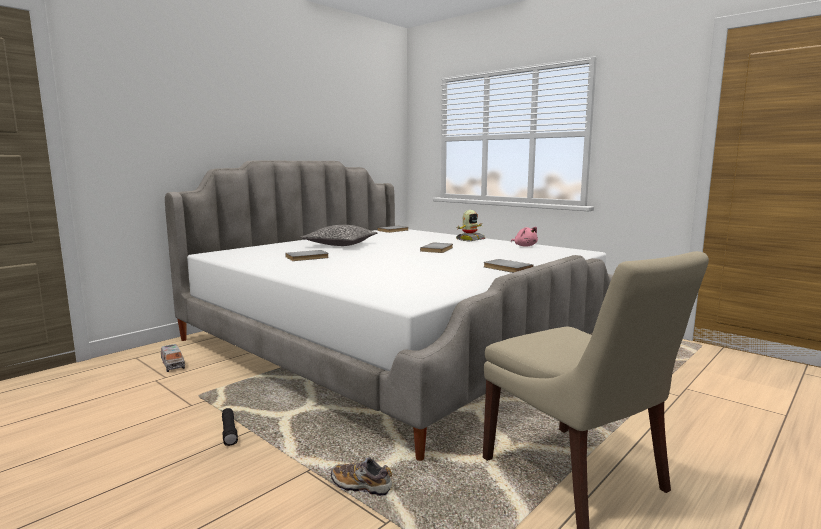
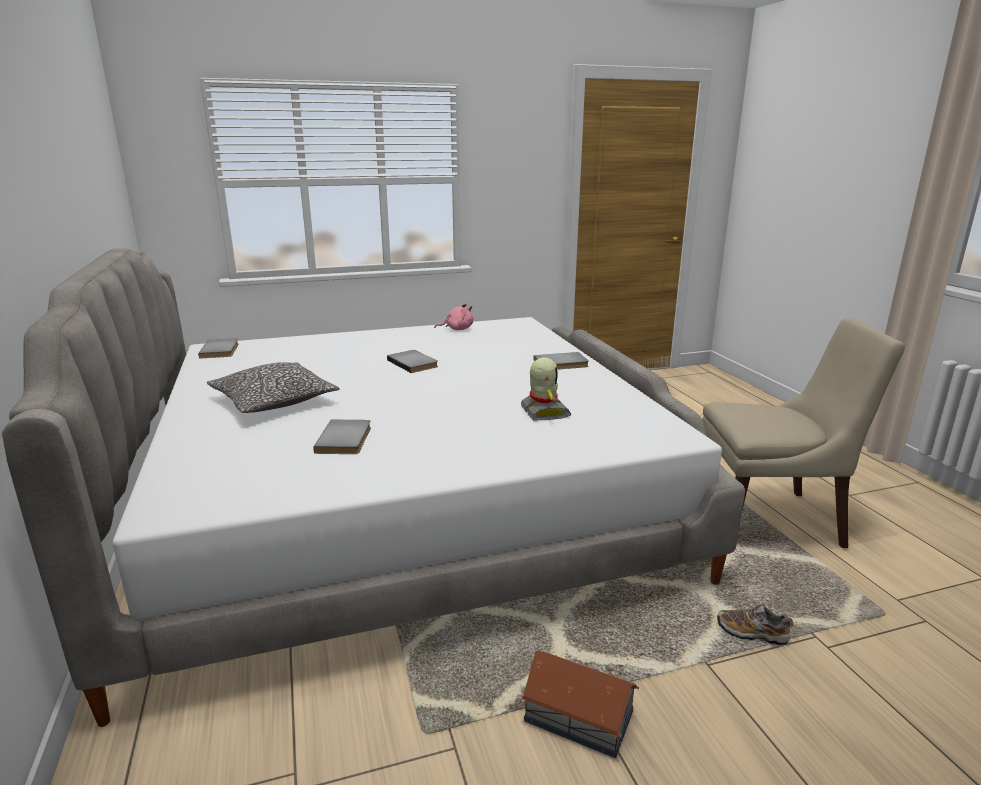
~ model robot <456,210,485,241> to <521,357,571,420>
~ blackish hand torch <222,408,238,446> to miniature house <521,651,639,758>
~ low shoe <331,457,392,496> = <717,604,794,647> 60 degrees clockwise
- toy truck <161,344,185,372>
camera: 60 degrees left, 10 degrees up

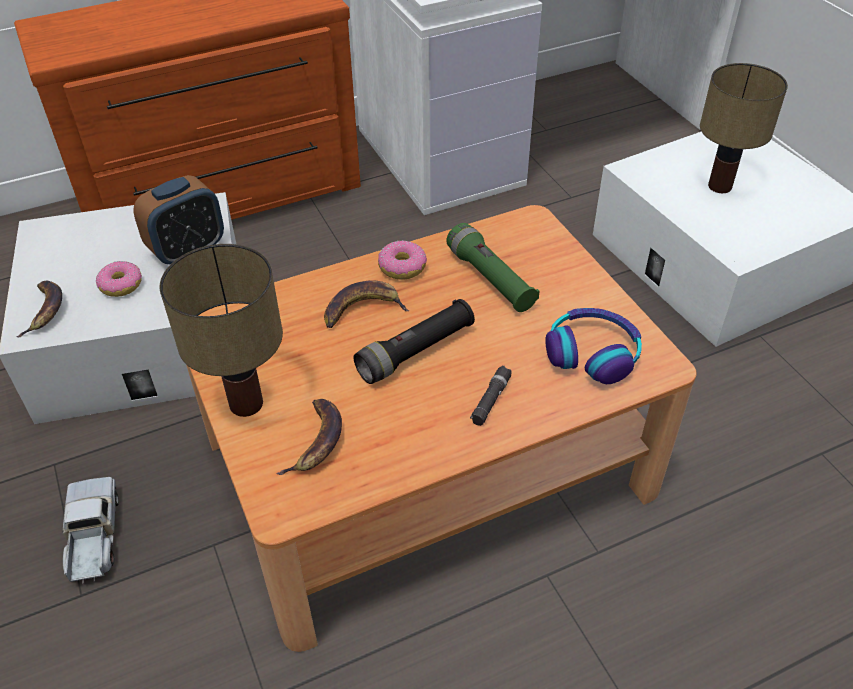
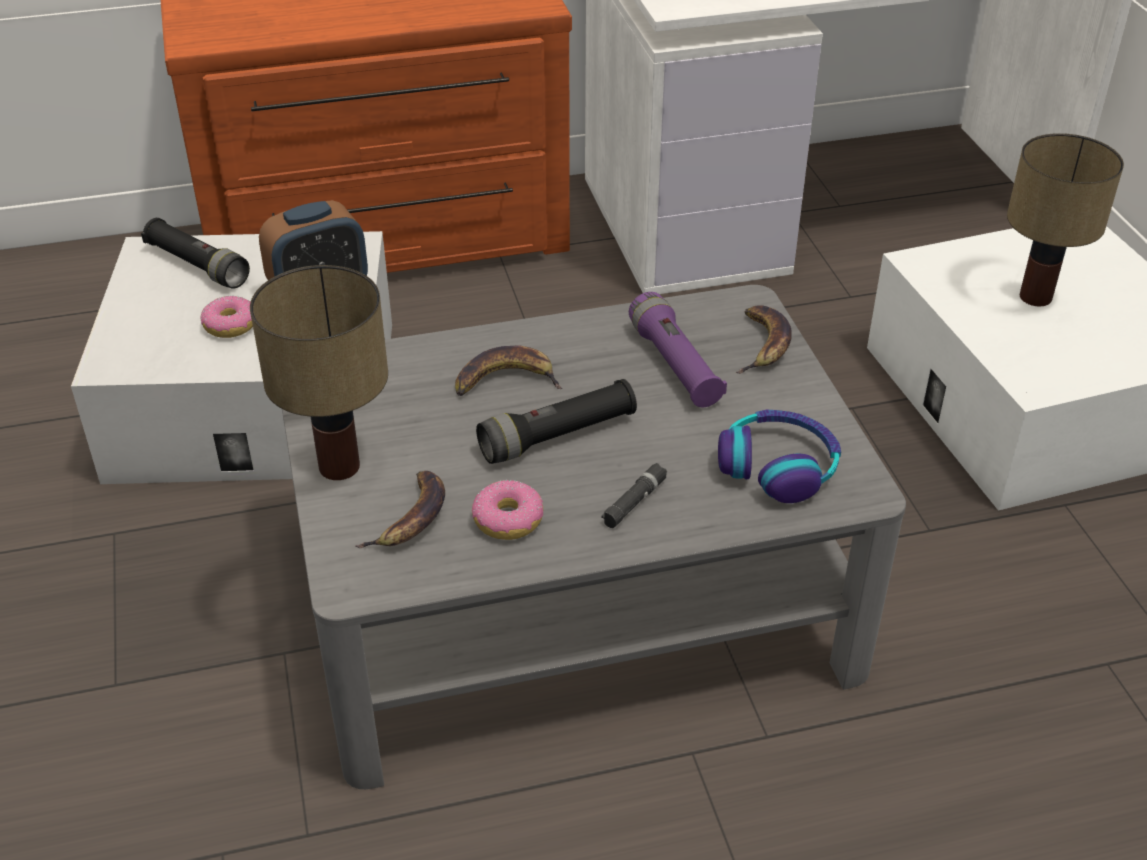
+ blackish hand torch <141,218,250,289>
~ brown-coloured low table <186,205,697,652> to greyish low table <282,285,906,789>
~ doughnut <378,240,427,279> to <472,480,543,540>
~ green hand torch <446,223,540,312> to purple-coloured hand torch <629,292,727,407>
~ whole banana <17,281,62,337> to <736,305,792,374>
- toy truck <62,477,119,584>
camera: 10 degrees right, 5 degrees down

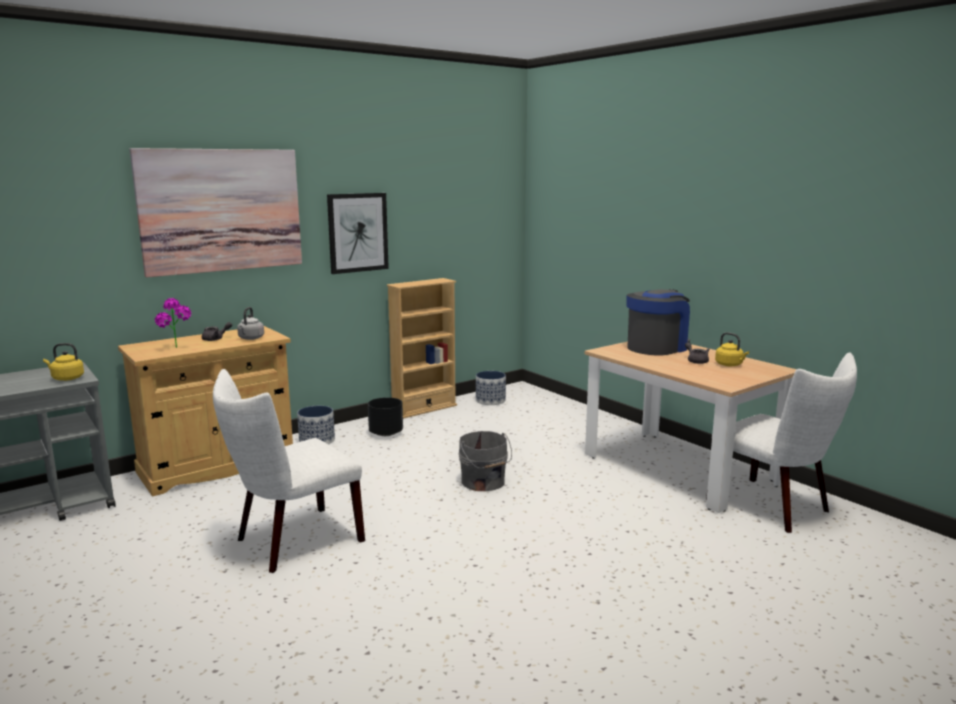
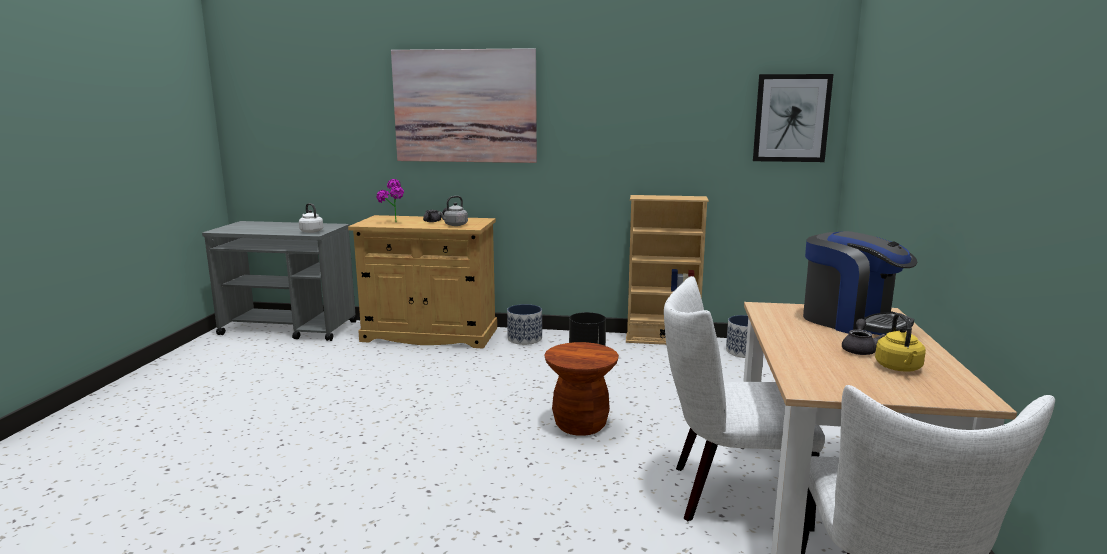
~ yellow-coloured tea kettle <43,343,84,381> to white tea kettle <299,203,323,233>
~ greyish pail <459,431,512,491> to brown-coloured sitting stool <544,342,619,436>
~ white plain chair <213,369,365,573> to <664,276,825,532>
~ picture <327,193,389,274> to <753,74,833,162>
~ coffee maker <627,289,690,356> = <803,231,917,335> 45 degrees clockwise
camera: 45 degrees right, 0 degrees up

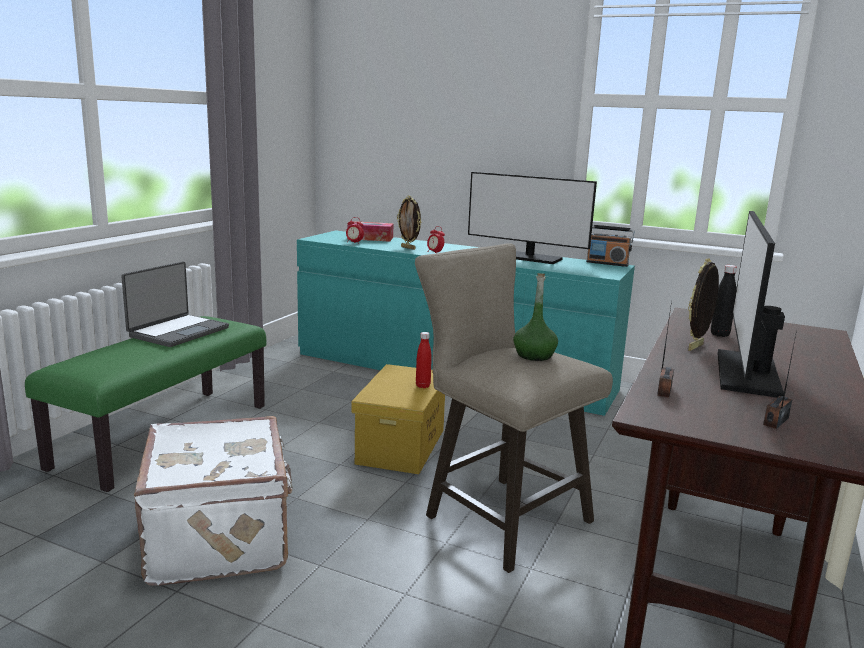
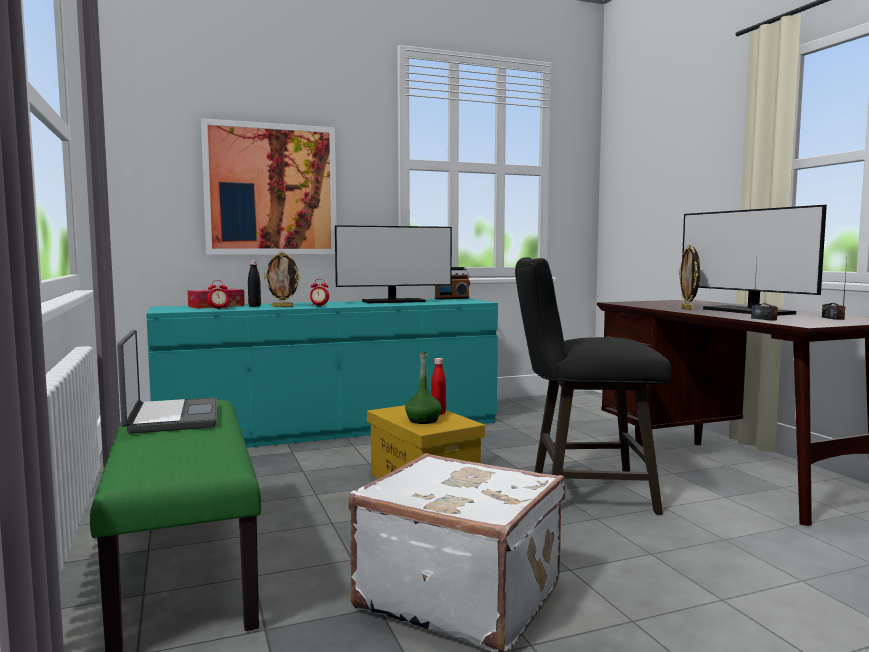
+ picture <201,118,337,255>
~ blackish drink bottle <711,265,737,337> to <248,260,261,307>
~ green drink bottle <513,273,558,361> to <405,352,442,424>
~ beige-coloured sitting stool <415,243,613,573> to blackish sitting stool <515,257,671,515>
camera: 45 degrees left, 10 degrees down

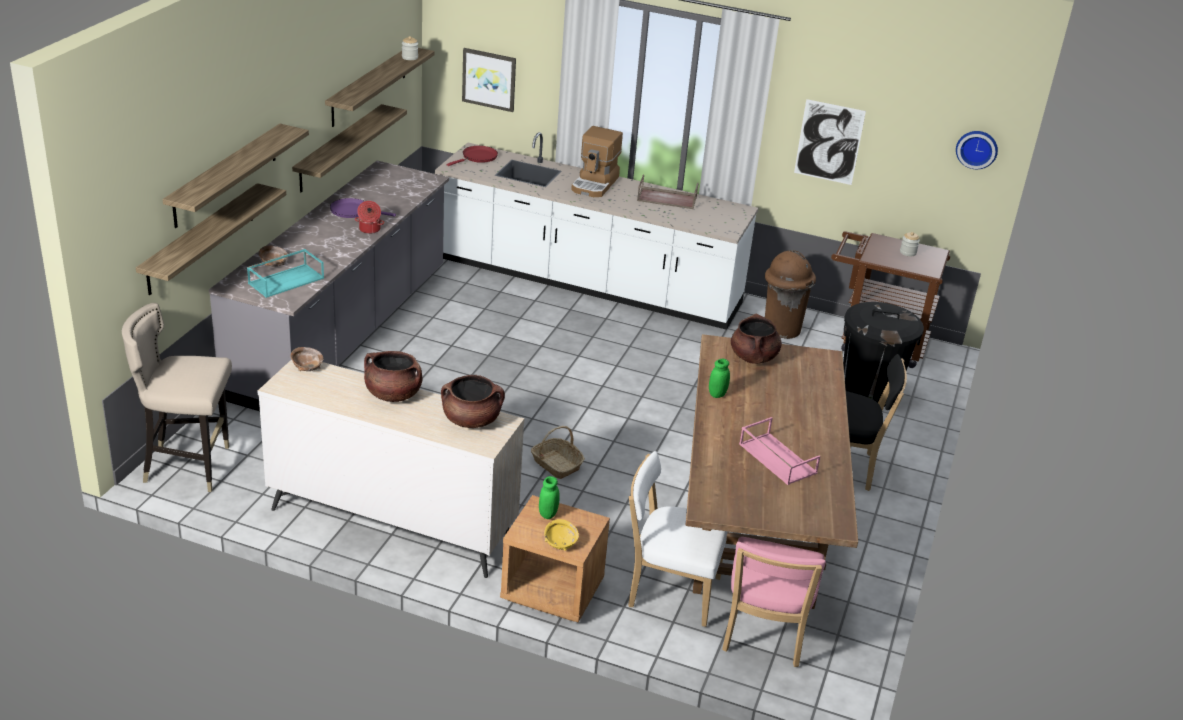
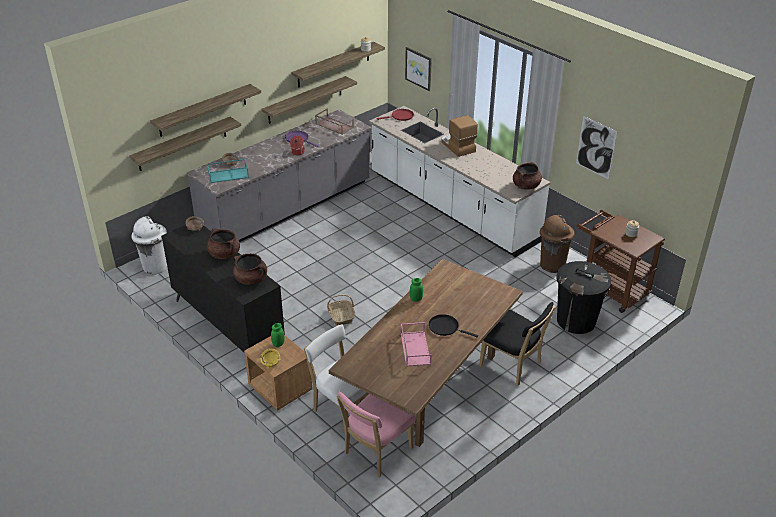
~ beige-coloured sitting stool <122,303,232,492> to white trash can <132,216,167,275>
~ beige-coloured dresser <258,359,525,578> to blackish dresser <161,225,285,352>
~ brown-coloured carrying tray <637,175,699,209> to <315,109,354,135>
+ blackish skillet <429,314,478,337>
~ coffee maker <571,126,623,197> = <441,115,478,157> 105 degrees clockwise
~ brown-coloured saucepot <731,314,782,364> to <513,162,542,190>
- wall clock <956,131,998,169>
camera: 30 degrees right, 5 degrees up

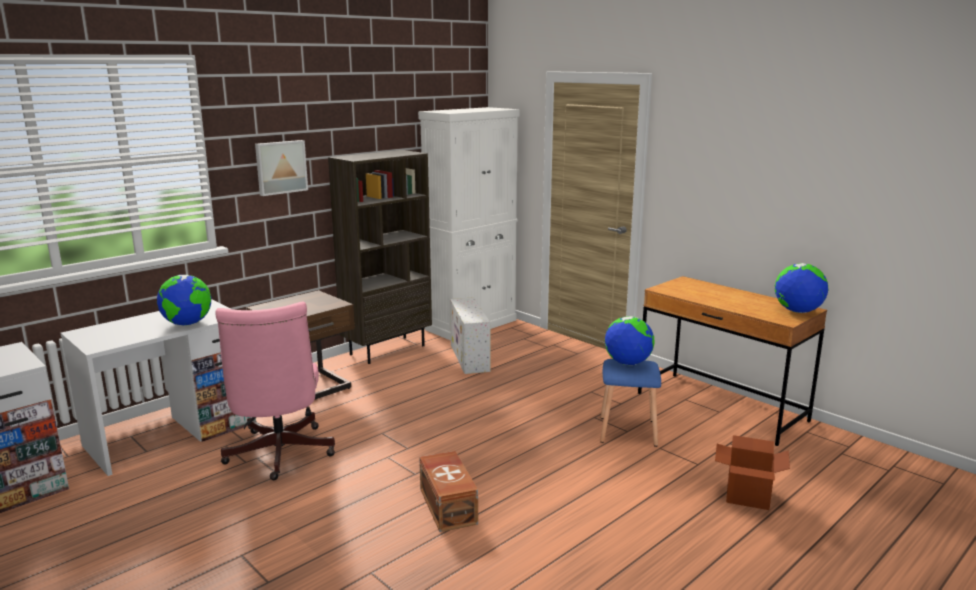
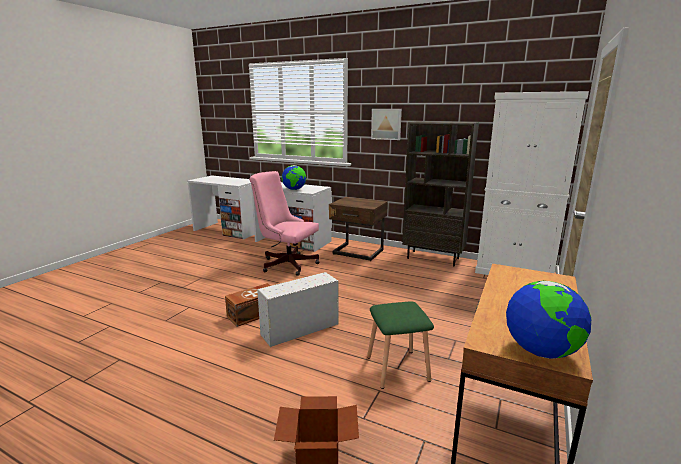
~ pink-coloured desk chair <215,302,335,480> = <249,171,320,276> 60 degrees clockwise
~ white storage container <450,297,491,374> to <257,272,338,347>
~ blue sitting stool <600,359,661,447> to green sitting stool <367,301,434,389>
- world globe <605,316,655,365>
camera: 70 degrees right, 0 degrees up

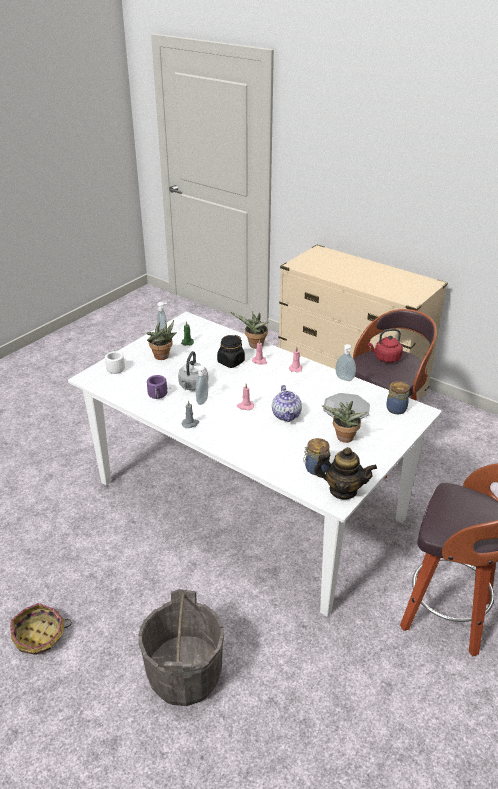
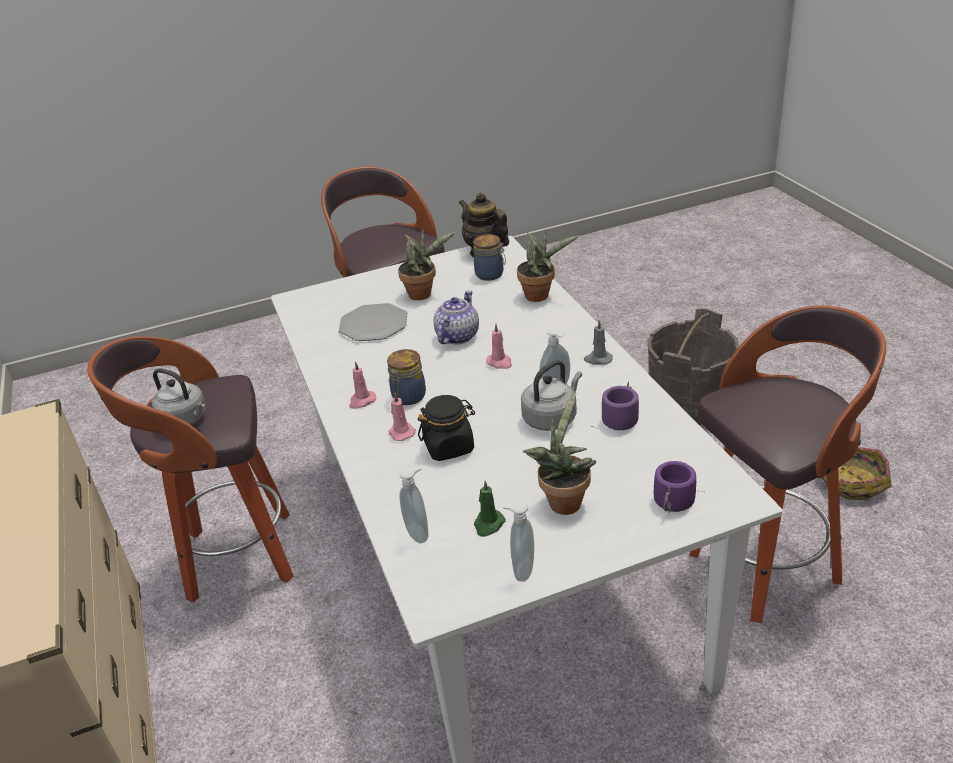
~ reddish tea kettle <368,329,403,363> to greyish tea kettle <152,368,206,425>
~ storage jar <386,381,410,414> to <387,349,426,405>
~ soap dispenser <335,344,356,381> to <399,466,428,543>
~ potted plant <231,311,269,349> to <517,229,579,302>
~ white tea mug <104,349,125,376> to purple-coloured tea mug <654,461,705,512>
+ sitting stool <689,305,886,623>
camera: 145 degrees left, 0 degrees up

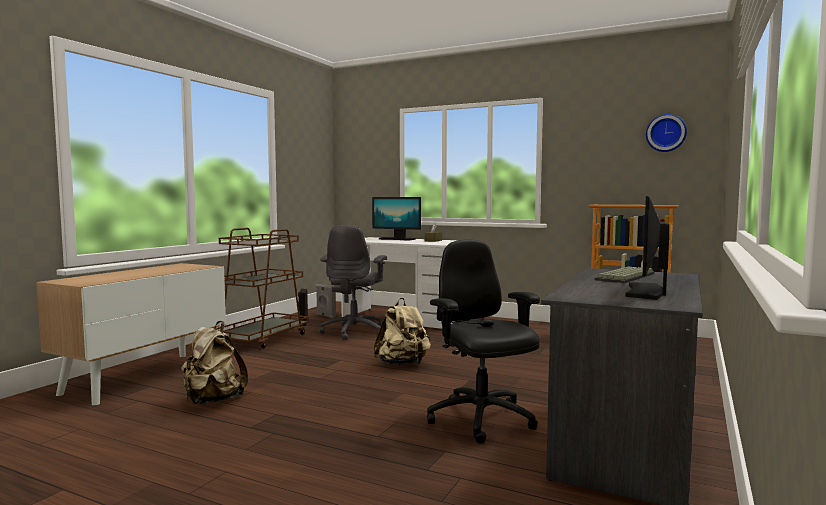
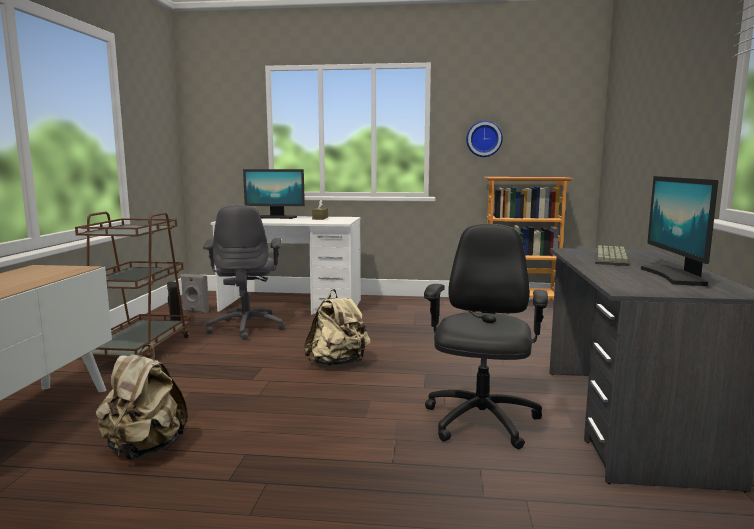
~ blackish desk chair <427,239,540,443> = <424,224,548,449> 60 degrees clockwise
~ wall clock <646,114,687,152> to <466,120,503,157>
camera: 20 degrees left, 5 degrees up

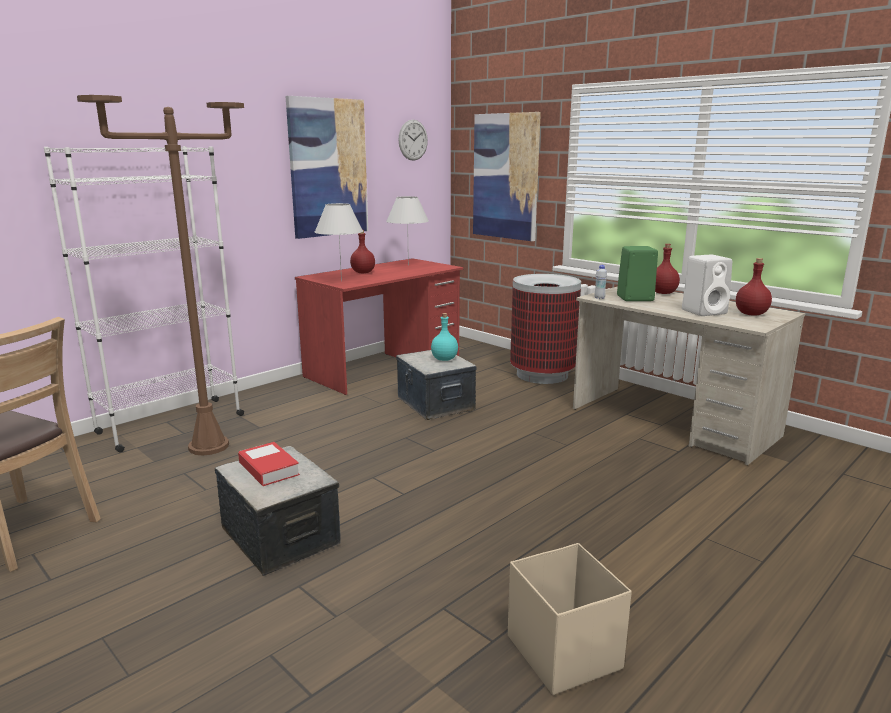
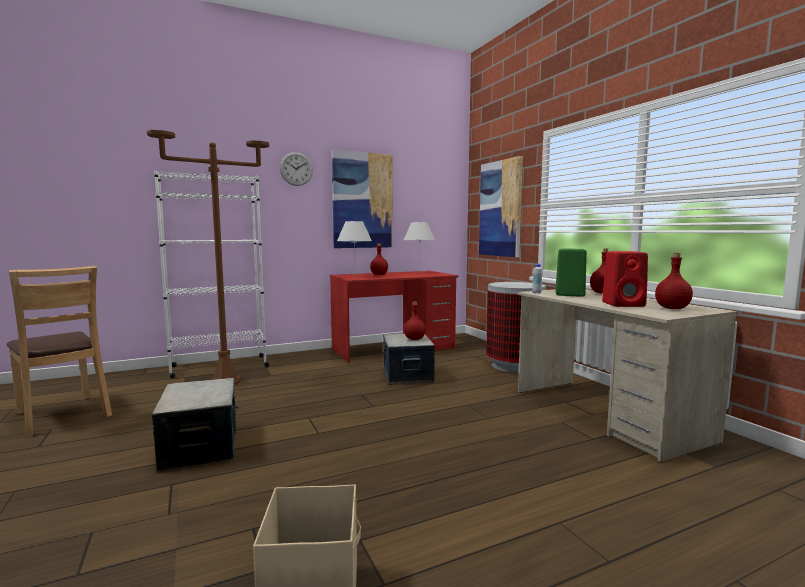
~ wall clock <398,120,428,161> to <280,152,313,186>
~ turquoise drink bottle <431,313,458,361> to reddish drink bottle <404,301,426,340>
~ white loudspeaker <682,254,732,316> to reddish loudspeaker <602,251,648,307>
- bound book <238,442,300,486>
camera: 20 degrees right, 10 degrees down

